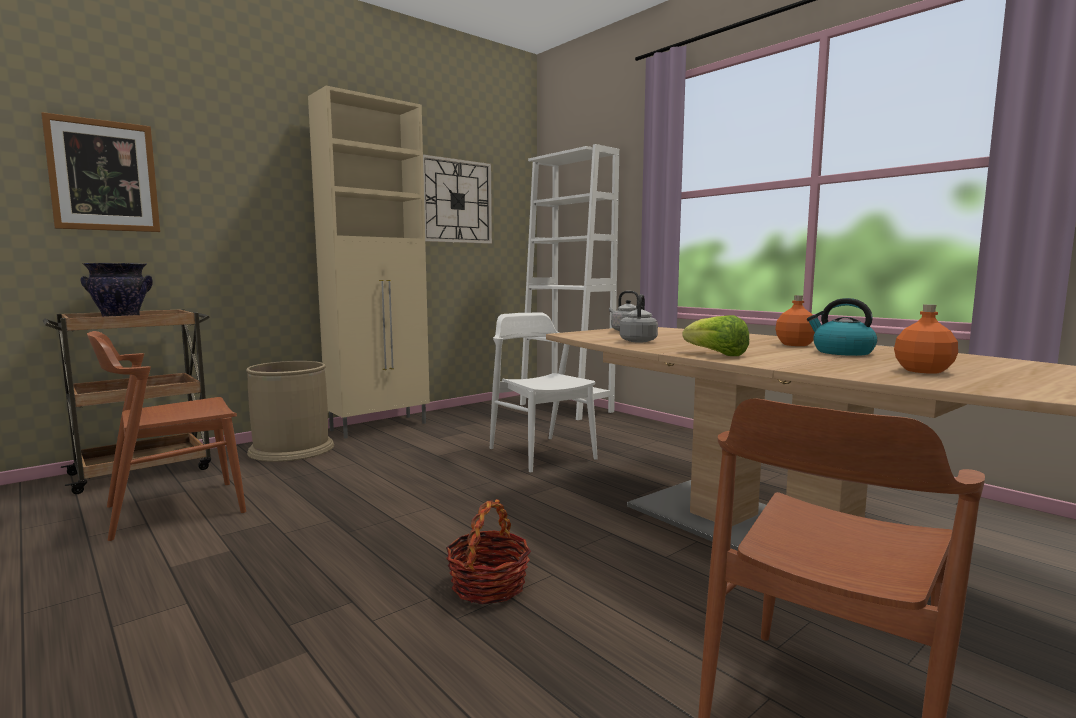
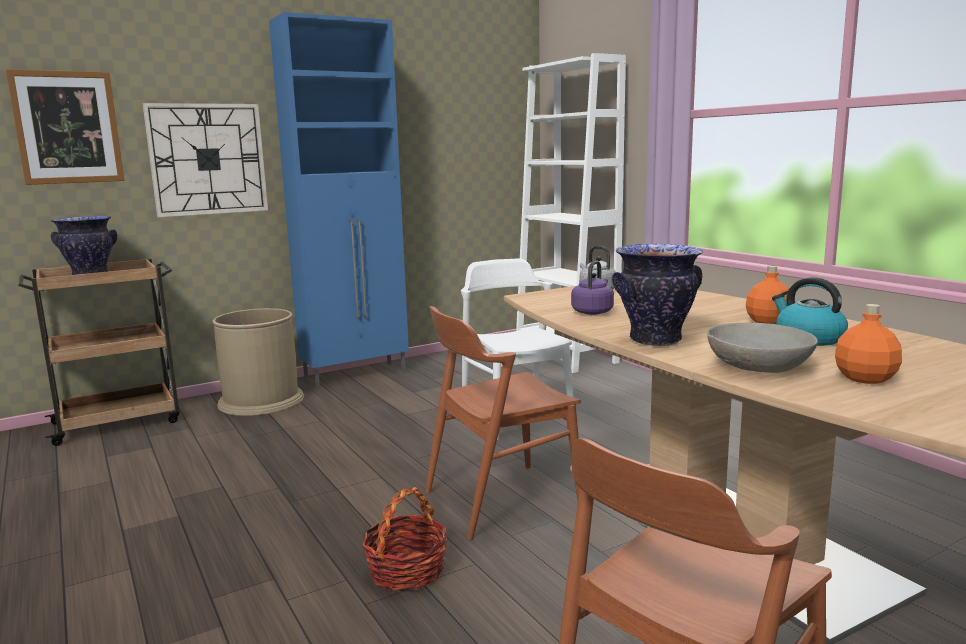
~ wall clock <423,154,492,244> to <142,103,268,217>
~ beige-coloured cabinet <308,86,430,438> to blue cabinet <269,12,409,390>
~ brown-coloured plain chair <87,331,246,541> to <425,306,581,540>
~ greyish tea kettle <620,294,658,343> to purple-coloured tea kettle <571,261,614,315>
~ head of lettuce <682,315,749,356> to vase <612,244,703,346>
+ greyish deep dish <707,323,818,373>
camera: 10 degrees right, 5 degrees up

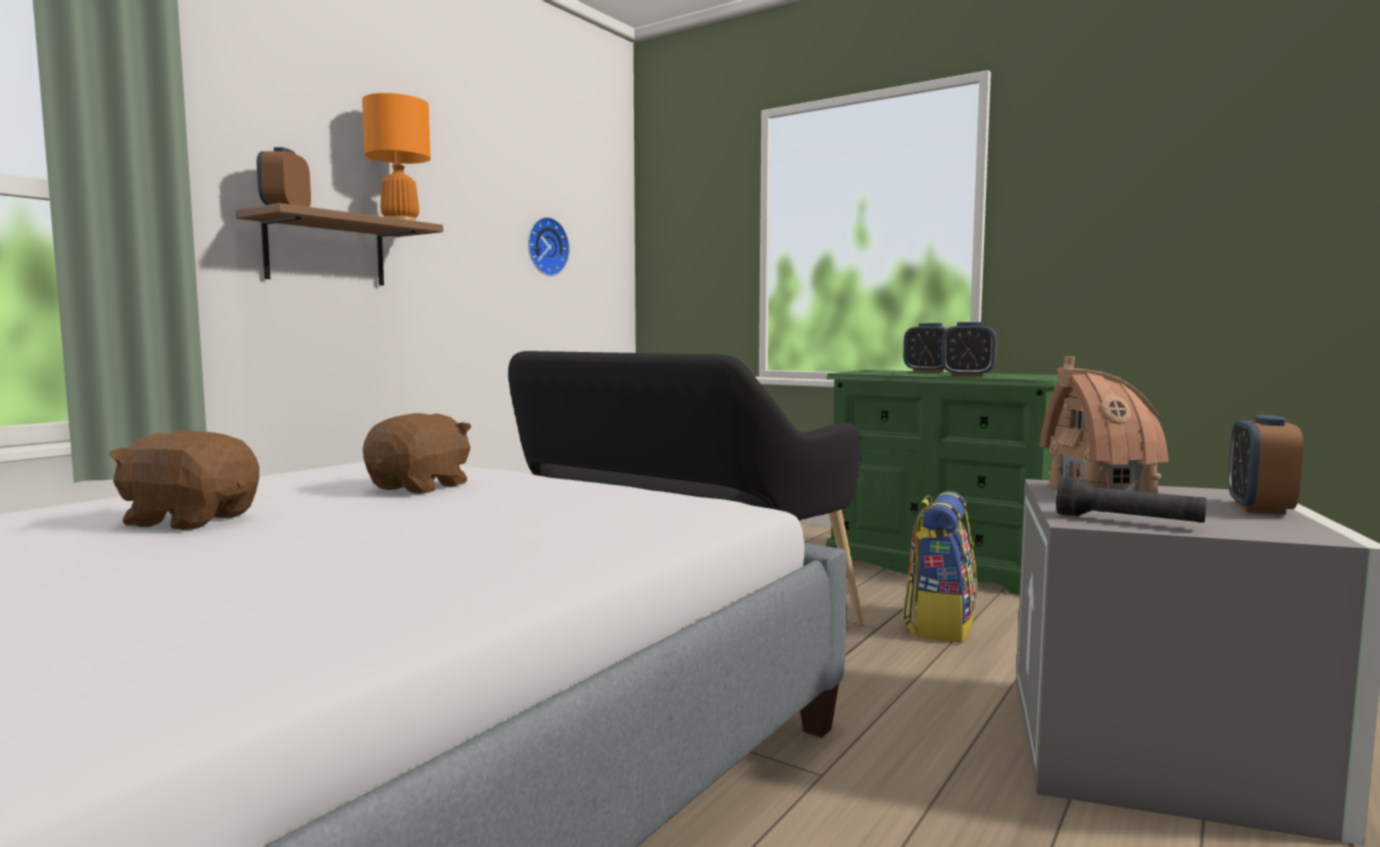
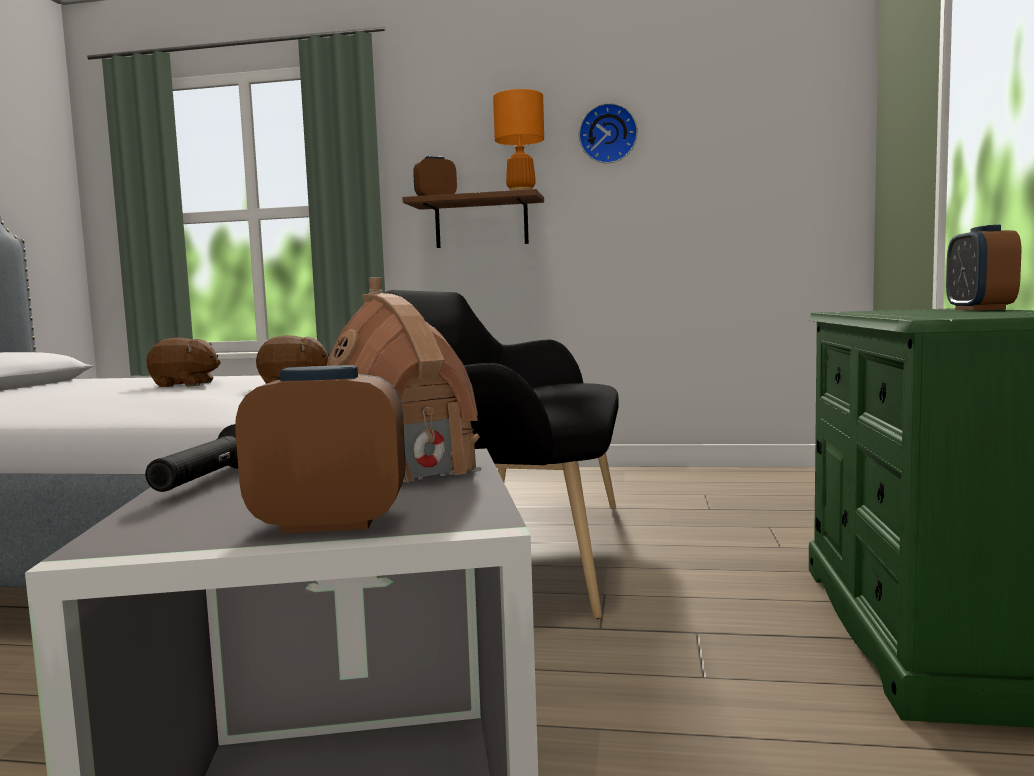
~ brown-coloured cuddly toy <109,430,259,530> = <147,337,221,387> 105 degrees clockwise
~ wall clock <528,217,570,276> to <579,103,638,163>
- backpack <902,491,977,643>
- bedside clock <941,322,997,377>
camera: 65 degrees right, 0 degrees up

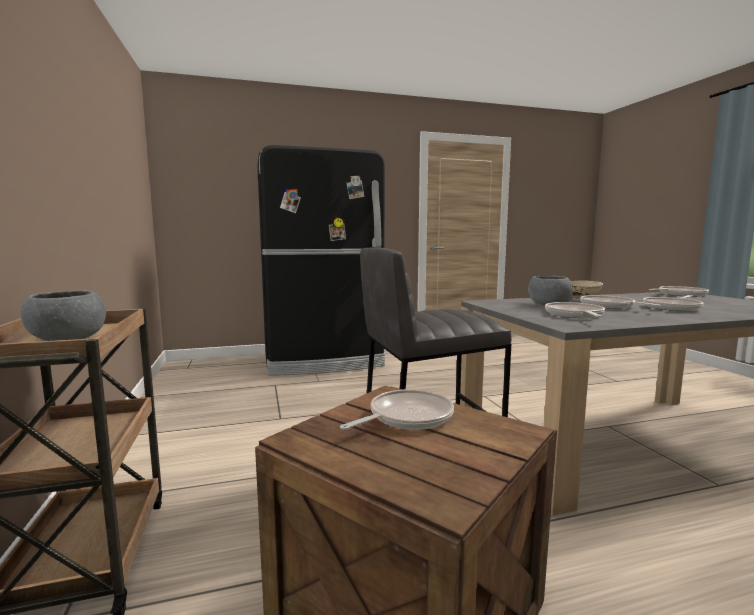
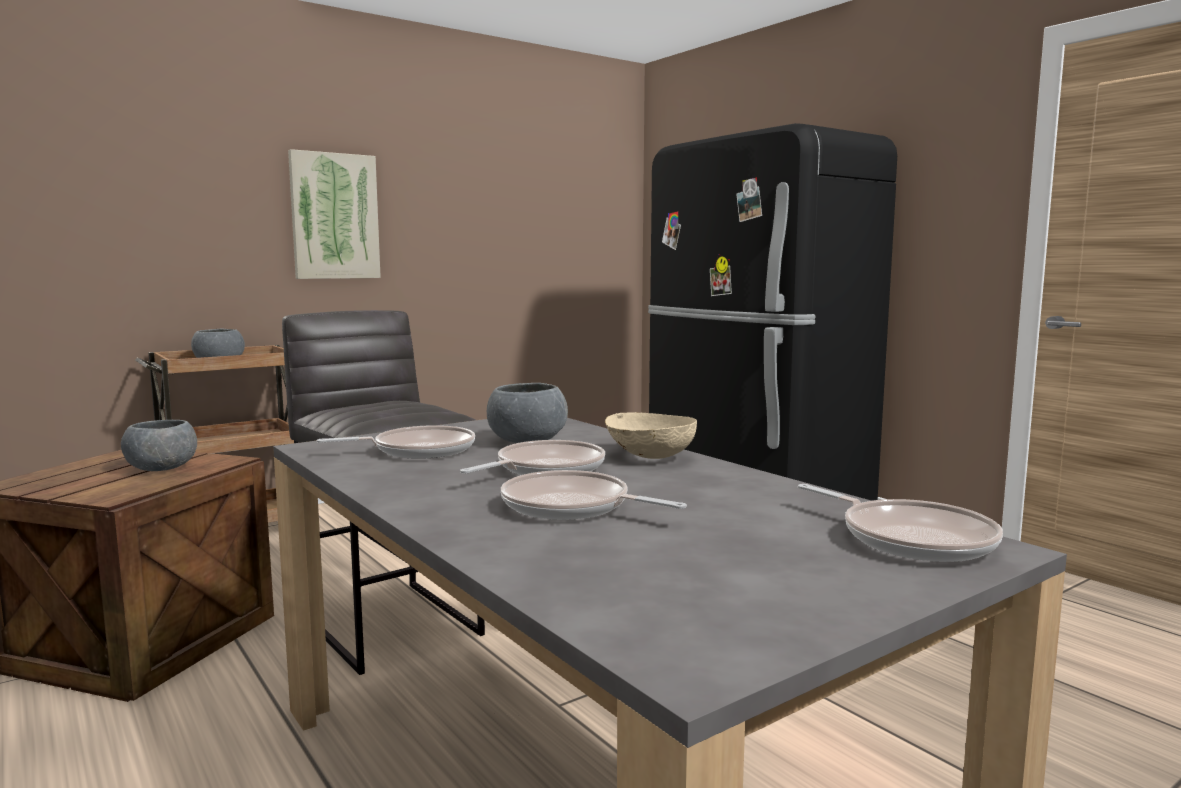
~ skillet <340,389,454,430> to greyish deep dish <121,420,197,471>
+ picture <288,149,381,279>
camera: 70 degrees right, 0 degrees up

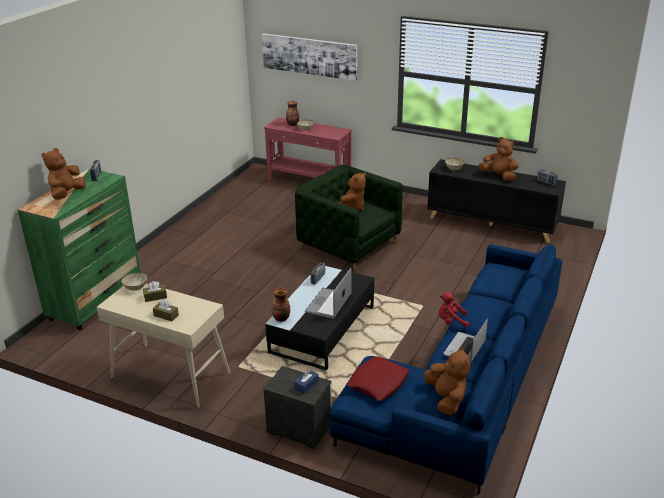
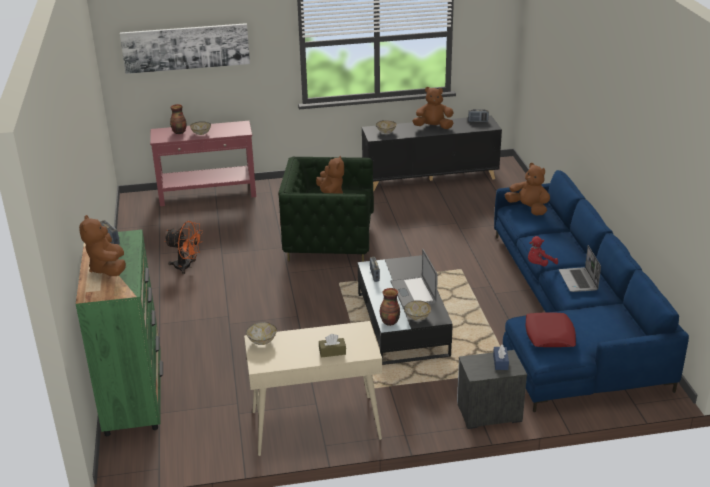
+ orange fan <164,221,203,274>
+ deep dish <404,300,431,321>
~ brown-coloured cuddly toy <424,347,470,416> to <505,163,550,216>
- brown-coloured tissue box <143,281,167,302>
camera: 35 degrees left, 0 degrees up

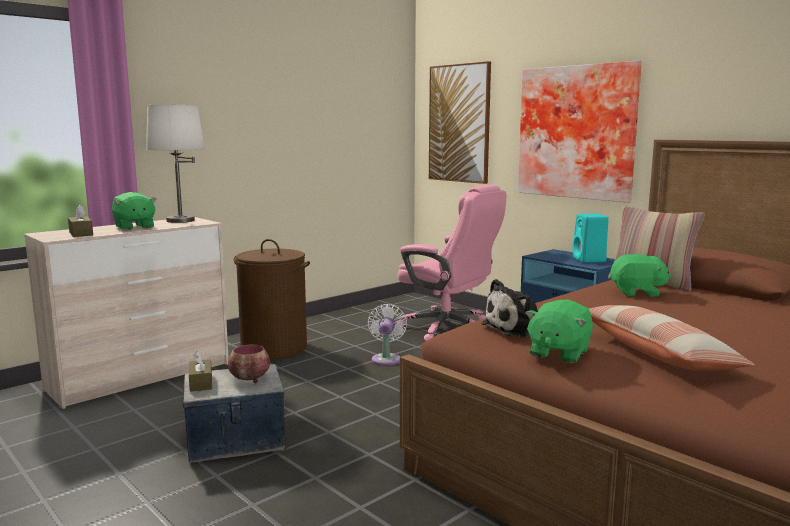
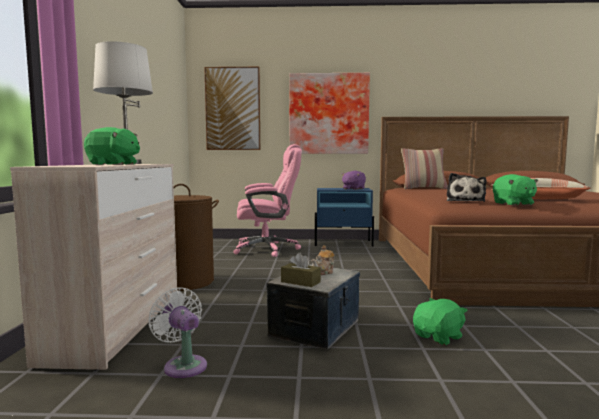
~ white fan <368,304,407,366> to <148,287,207,378>
~ deep dish <228,345,270,383> to pot for tea <311,245,335,275>
~ turquoise loudspeaker <572,214,609,263> to purple-coloured cuddly toy <342,171,366,190>
~ green cuddly toy <610,254,671,297> to <413,298,468,345>
- brown-coloured tissue box <68,205,93,237>
camera: 45 degrees left, 5 degrees down

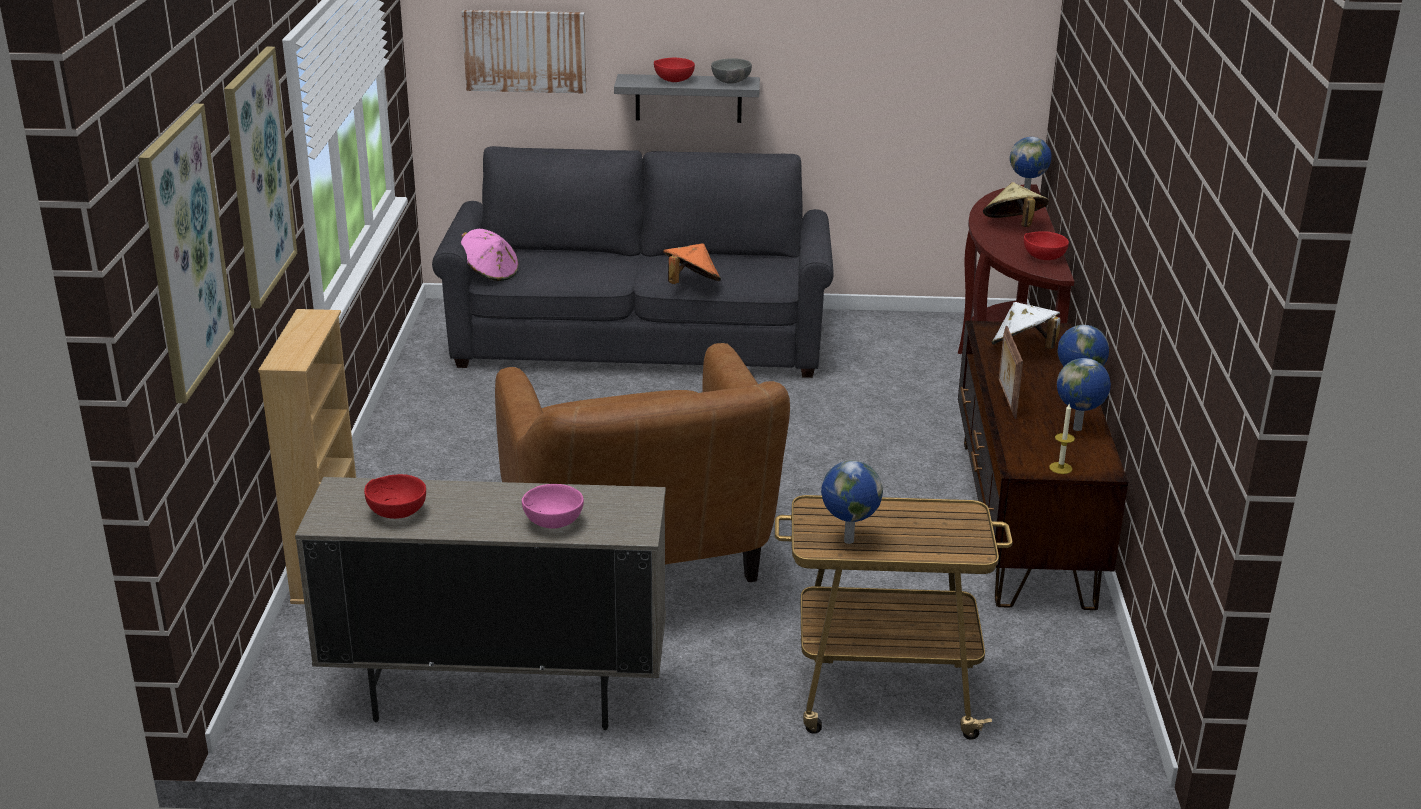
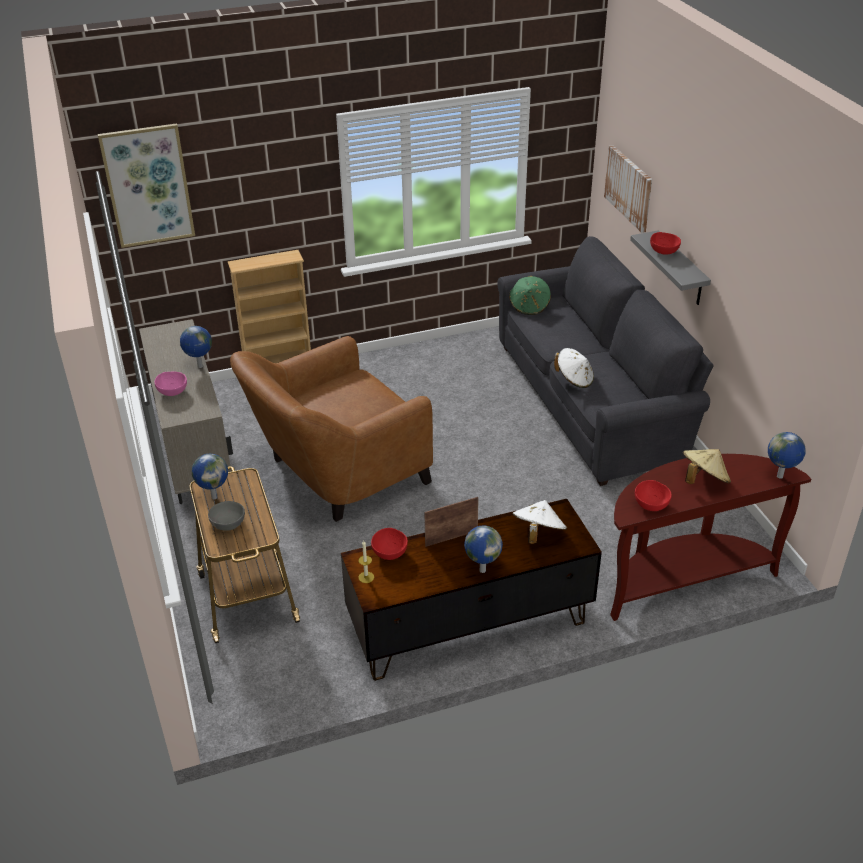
~ world globe <1057,358,1111,431> to <180,326,212,368>
~ greyish deep dish <711,58,752,84> to <208,501,245,531>
~ reddish deep dish <364,474,426,519> to <371,528,408,560>
~ pink-coloured clothing hat <461,229,519,281> to green clothing hat <509,276,551,315>
~ orange clothing hat <663,243,721,284> to white clothing hat <554,348,594,388>
- picture <224,47,297,308>
camera: 70 degrees right, 10 degrees up

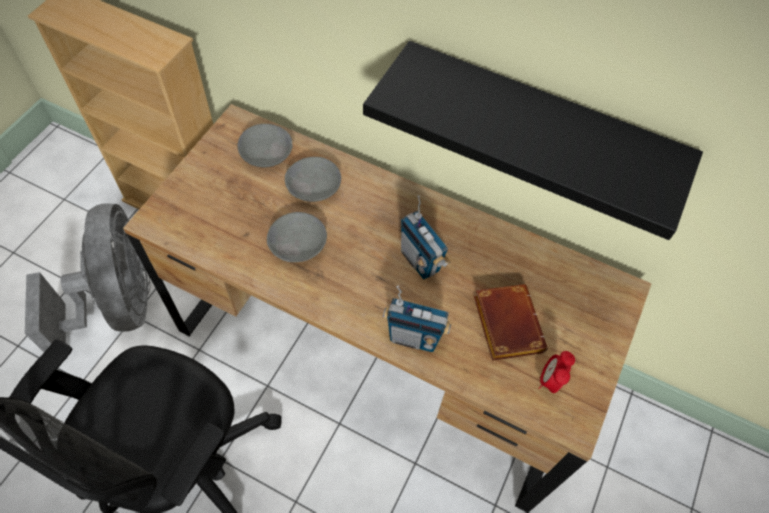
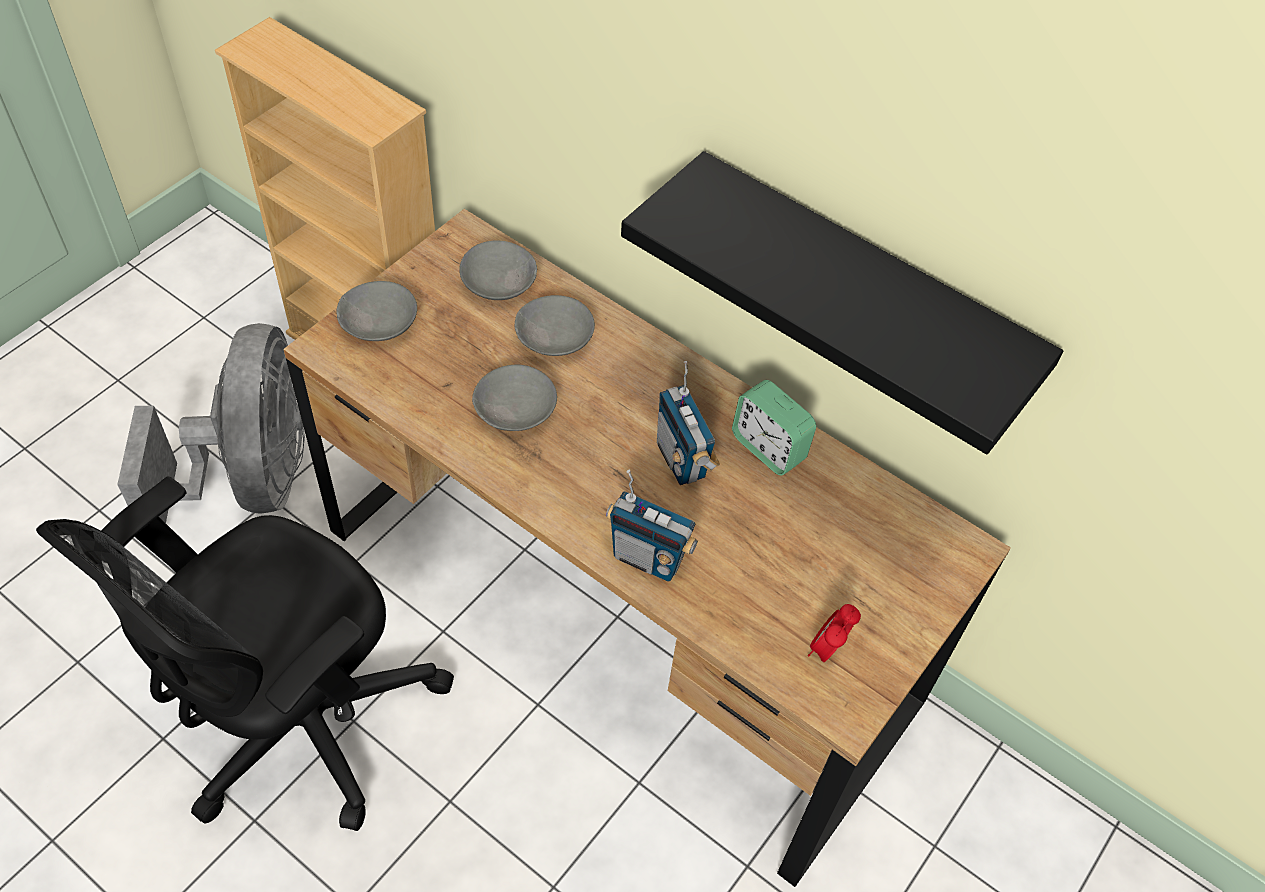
+ greyish deep dish <336,281,417,341>
+ bedside clock <732,380,816,475>
- brown-coloured bound book <474,284,548,361>
camera: 10 degrees right, 5 degrees down

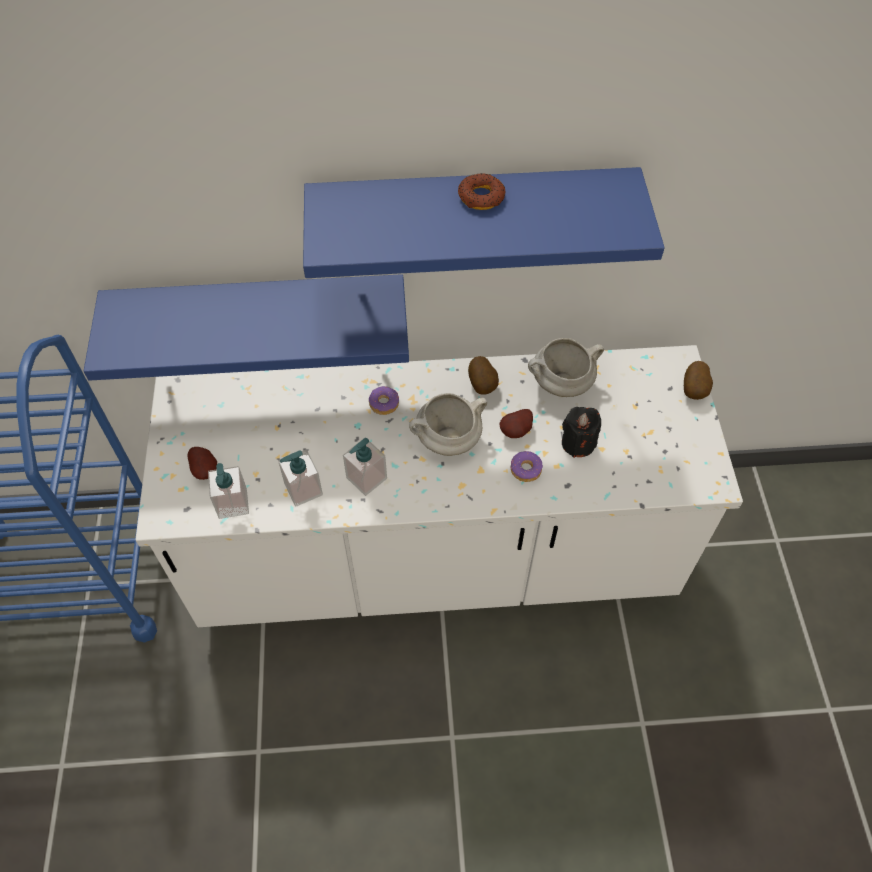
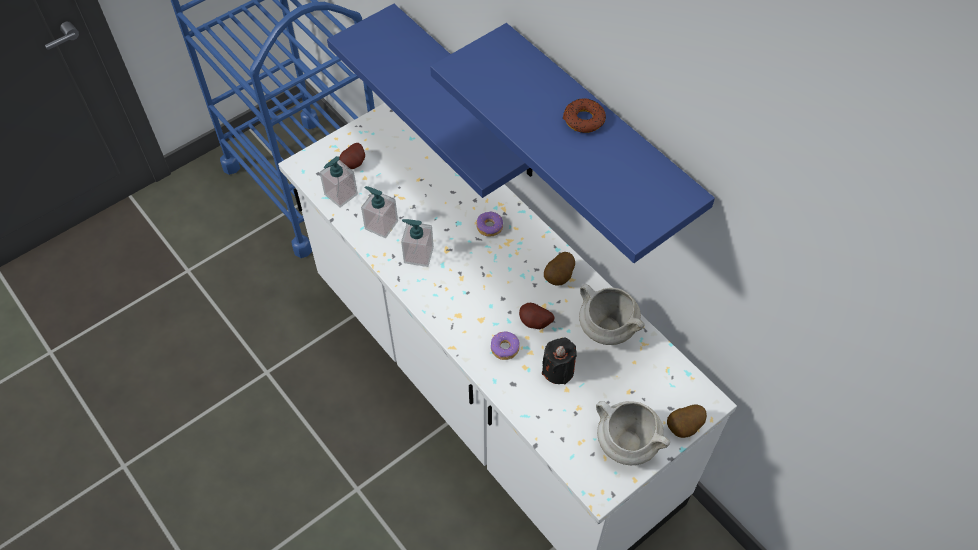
~ white saucepot <409,393,487,456> to <596,401,670,465>
camera: 55 degrees right, 0 degrees up

